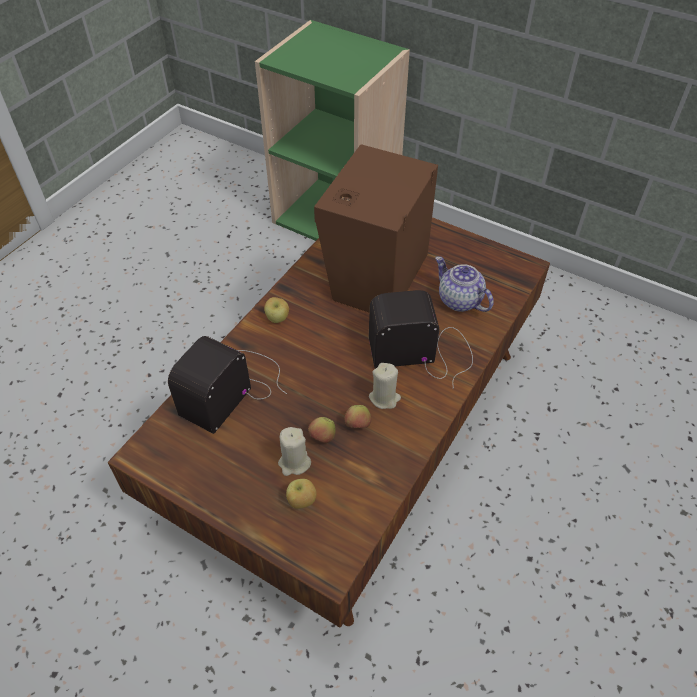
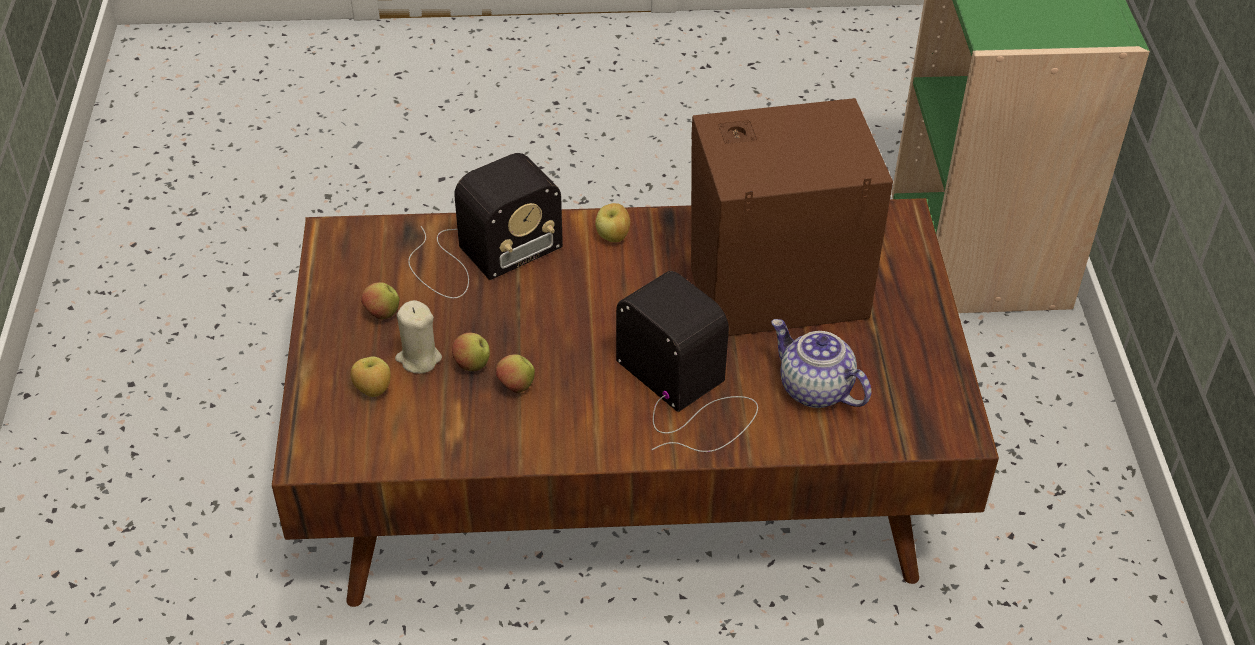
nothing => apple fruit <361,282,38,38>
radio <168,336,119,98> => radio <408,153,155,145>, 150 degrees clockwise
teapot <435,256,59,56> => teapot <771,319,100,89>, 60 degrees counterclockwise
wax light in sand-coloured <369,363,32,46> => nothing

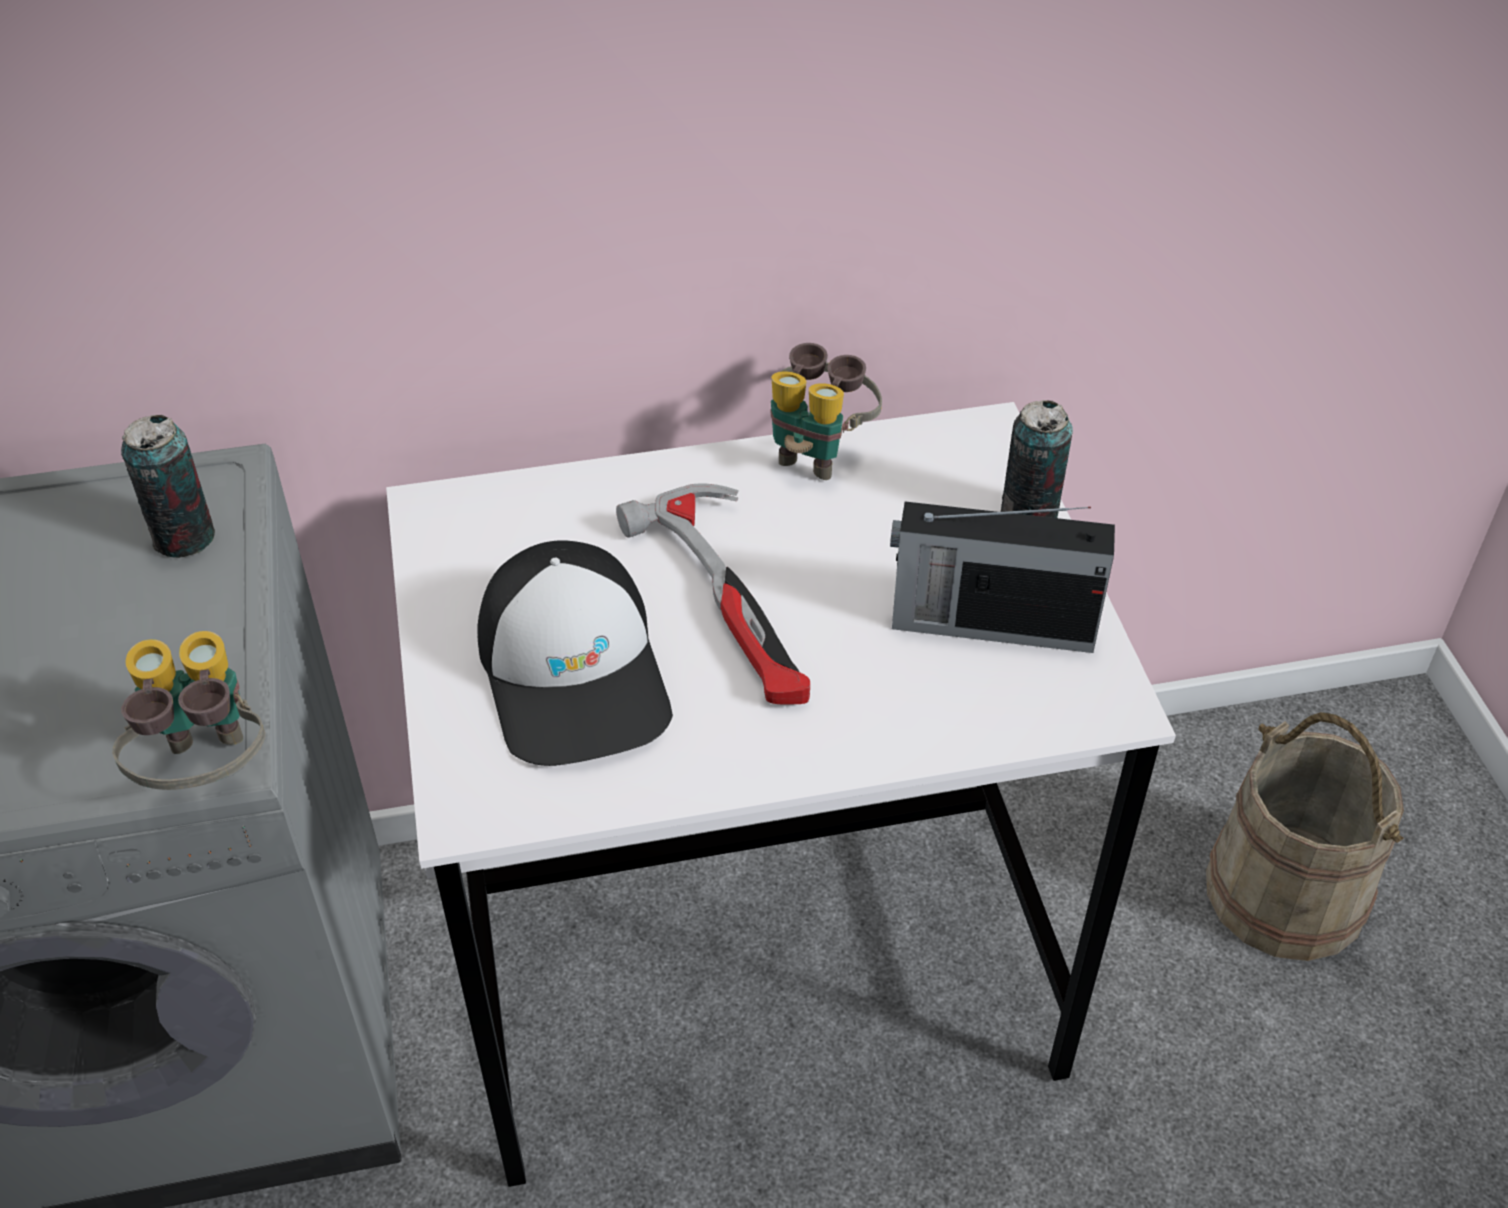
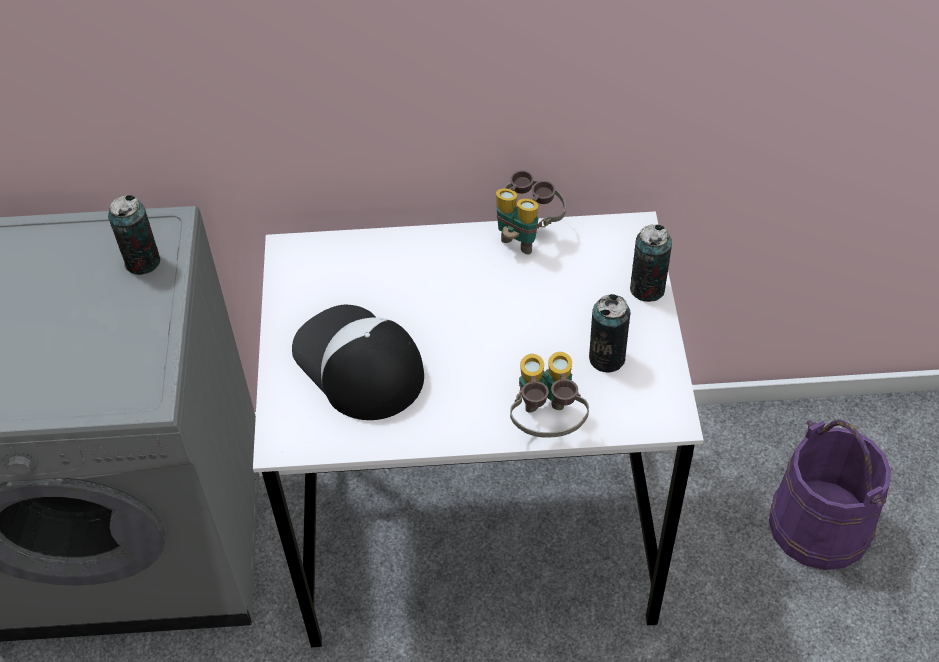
cap <477,540,196,226> => cap <292,305,132,115>, 150 degrees clockwise
field glasses <112,631,153,159> => field glasses <510,352,79,86>, shifted
radio <890,502,225,151> => sealed can <589,294,42,79>
water bucket in sand-coloured <1206,712,198,249> => water bucket in purplish <769,420,122,150>
hammer <616,484,194,221> => nothing

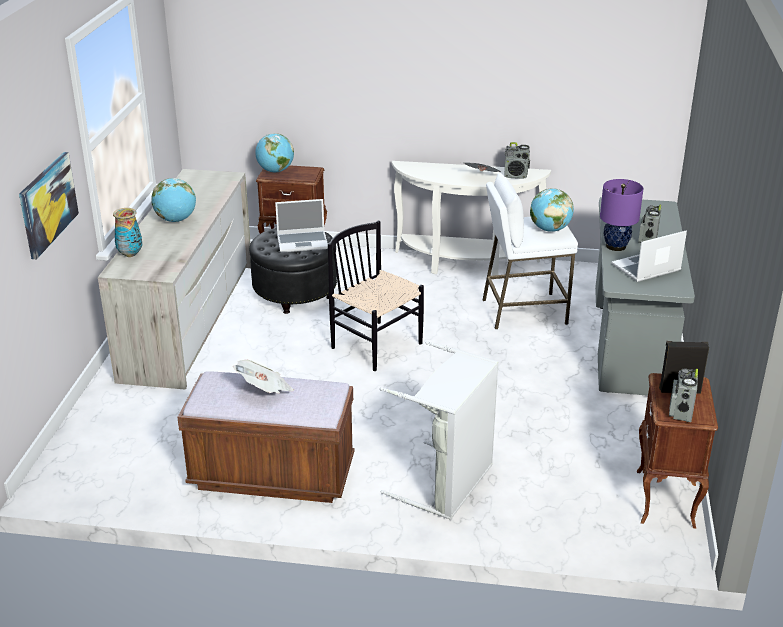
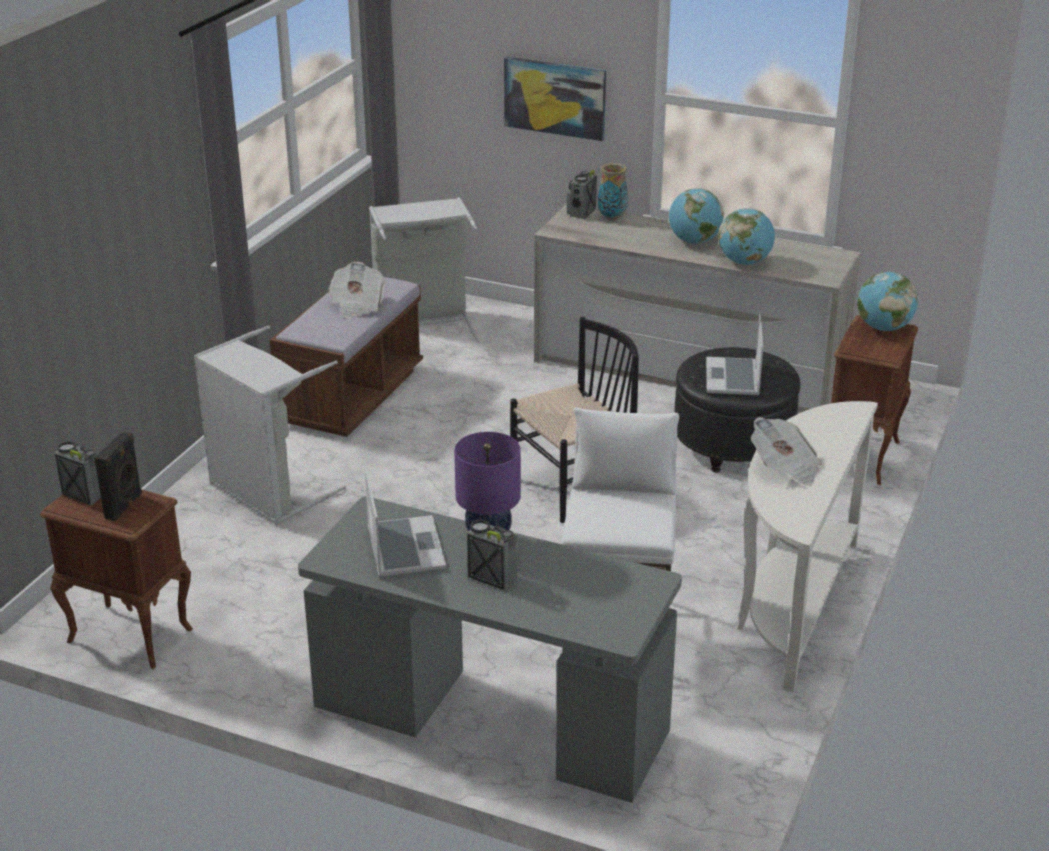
nothing => laundry basket in gray <369,197,111,145>
radio <504,142,26,37> => radio <567,170,30,49>, shifted
globe <530,188,44,44> => globe <718,208,57,57>, shifted

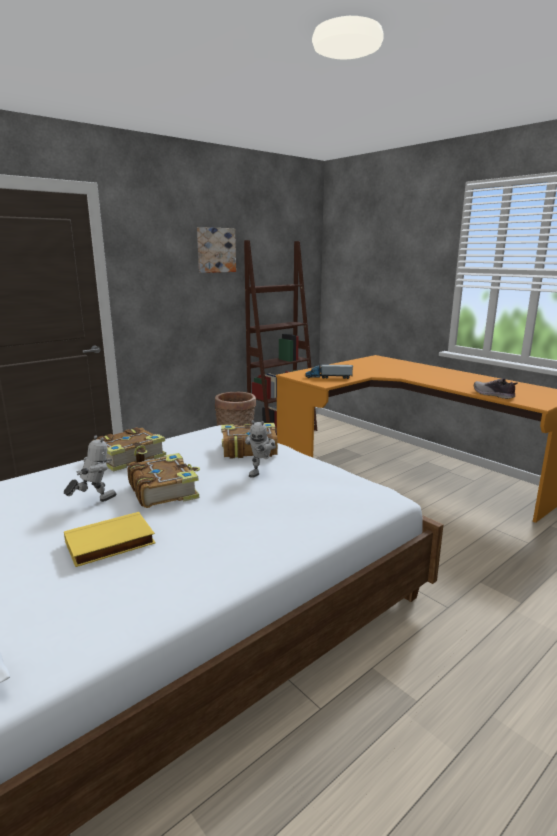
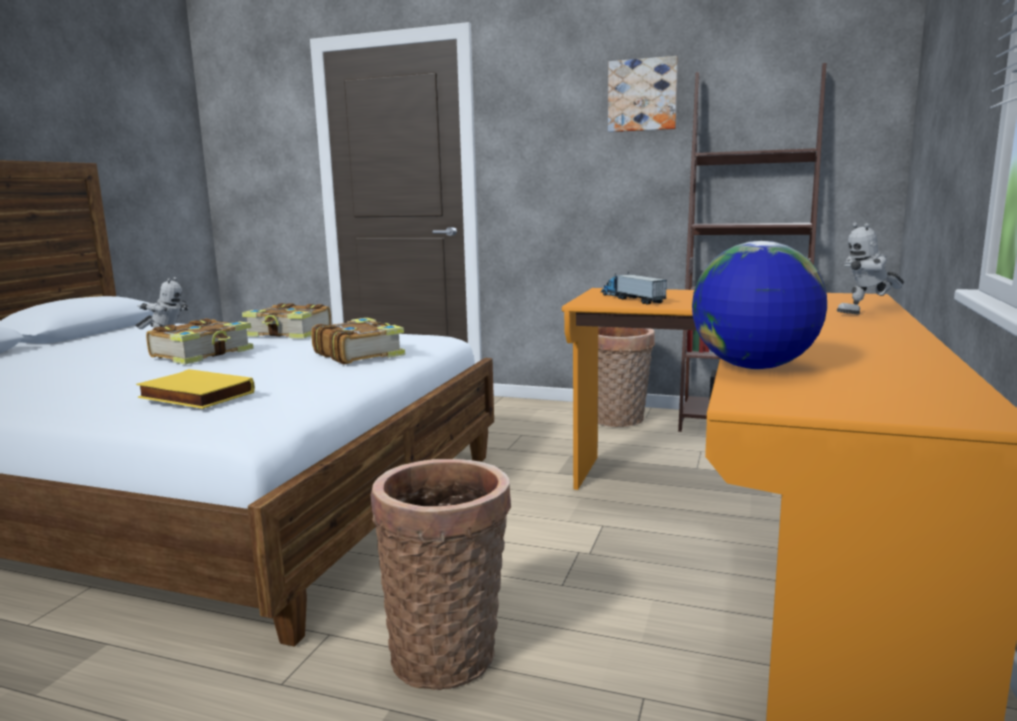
book in yellow-coloured <64,512,92,55> => book in yellow-coloured <136,369,119,40>, shifted
nothing => storage basket <370,459,141,231>
low shoe <474,378,44,21> => globe <692,241,135,128>
robot figure <245,420,31,58> => robot figure <837,223,67,92>, shifted

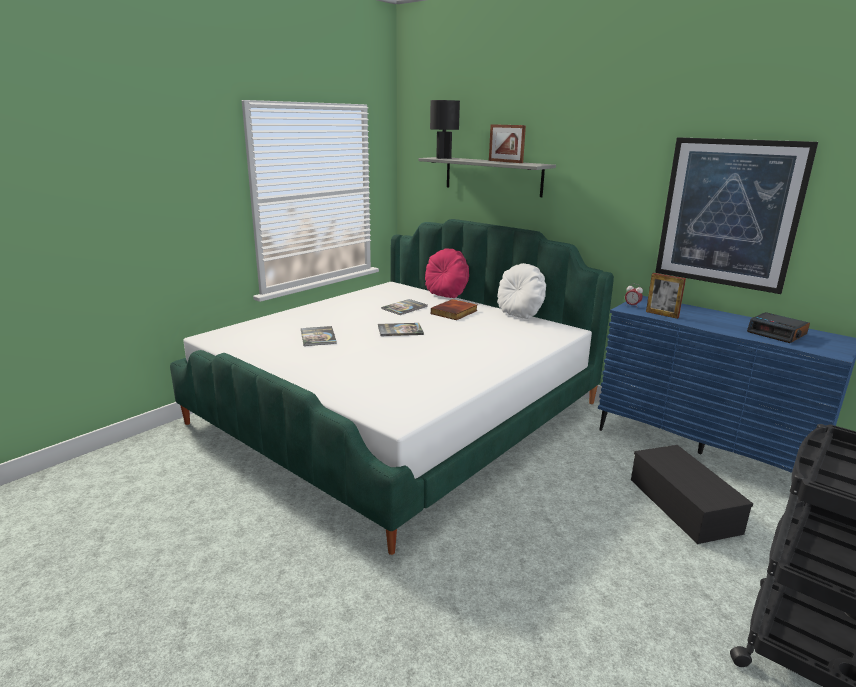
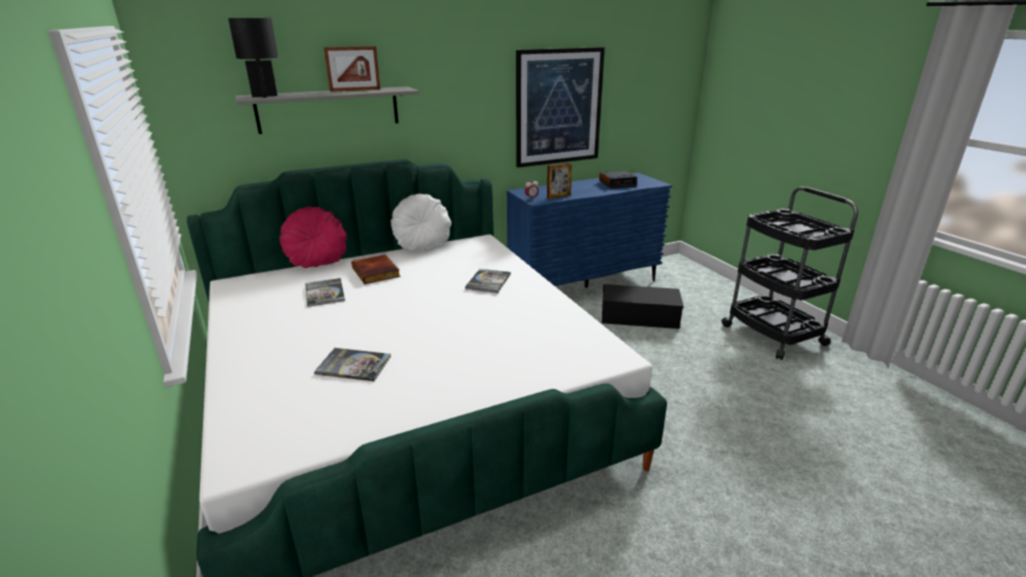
book <378,323,46,13> => book <465,269,46,24>, shifted

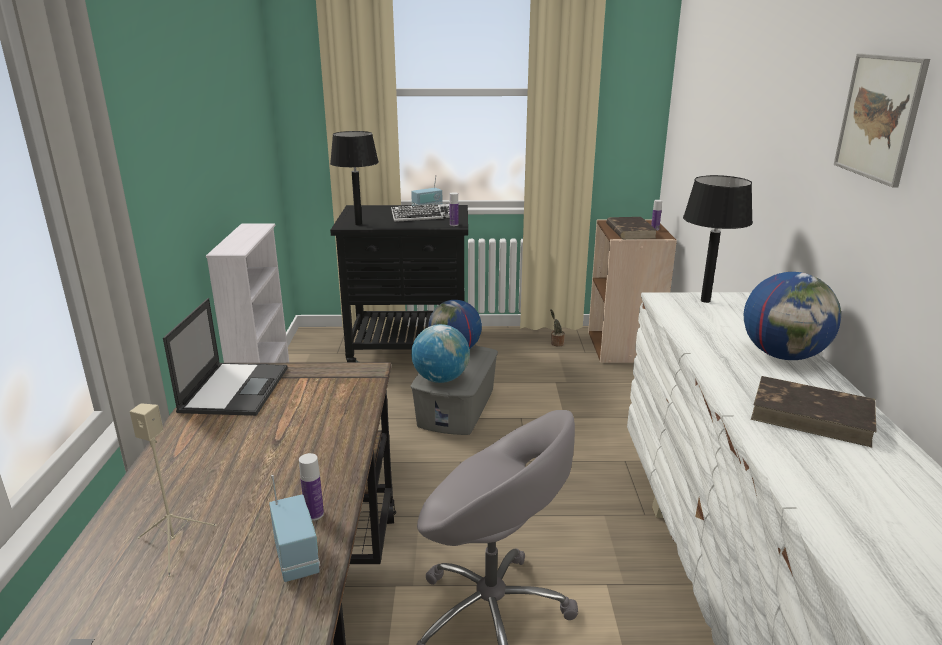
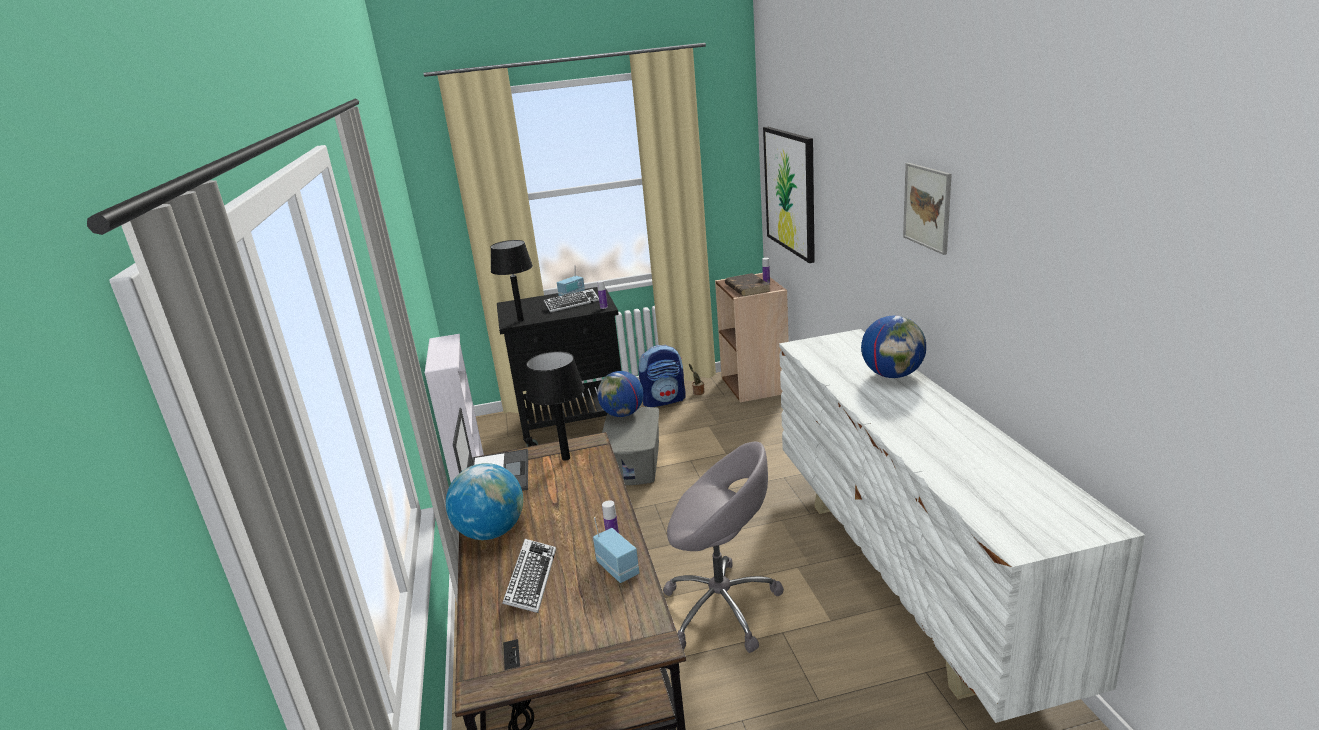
globe <411,324,59,59> => globe <446,463,77,77>, shifted
speaker in sand-coloured <130,403,87,174> => PC keyboard <502,539,54,74>
tabletop lamp in black-coloured <683,175,70,128> => tabletop lamp in black-coloured <526,351,58,109>, shifted
nothing => knapsack <638,345,47,62>
nothing => wall art <763,127,52,136>
book in brown <751,376,126,71> => nothing

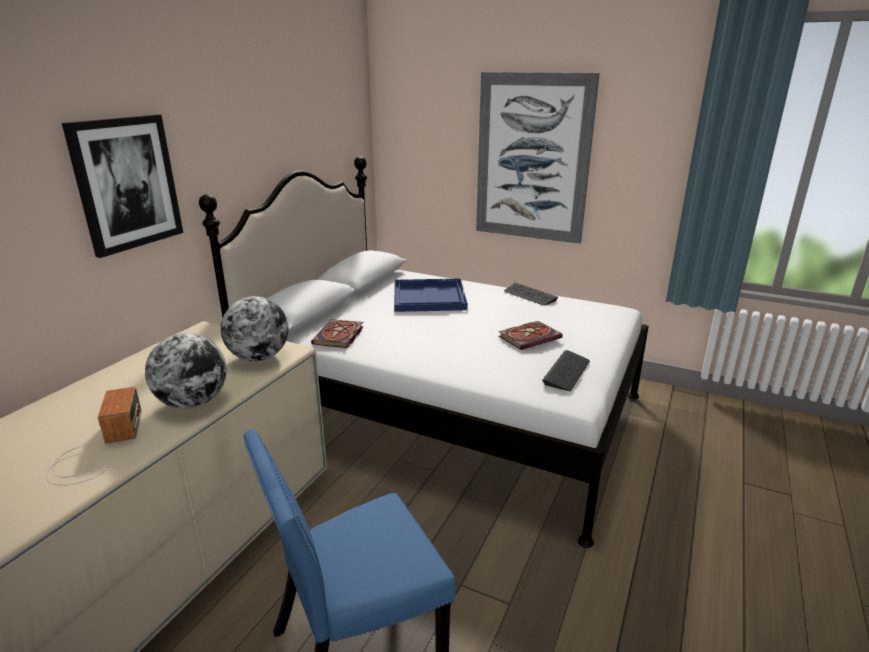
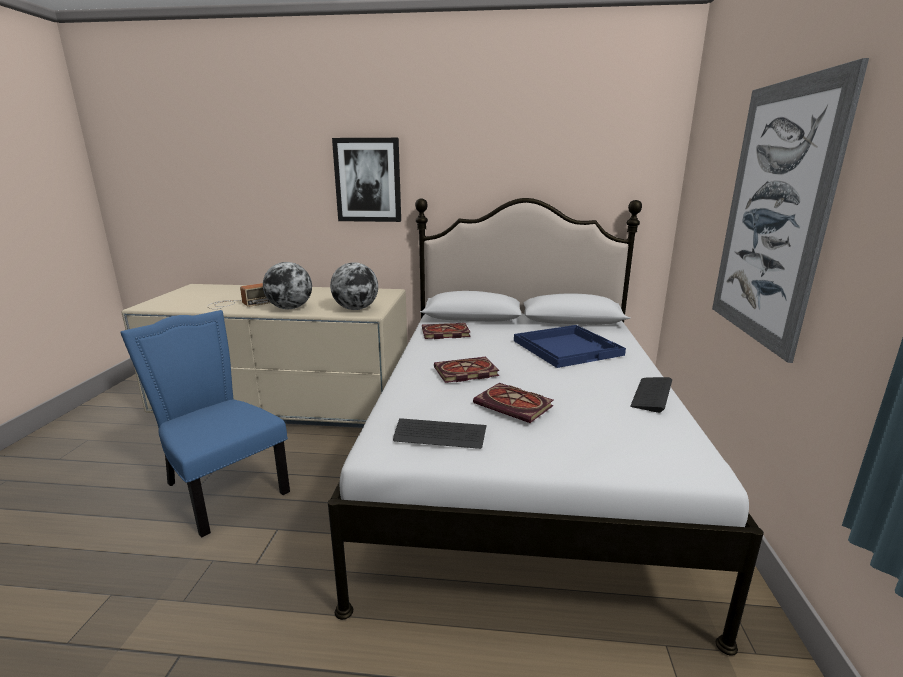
nothing => book <434,357,66,26>

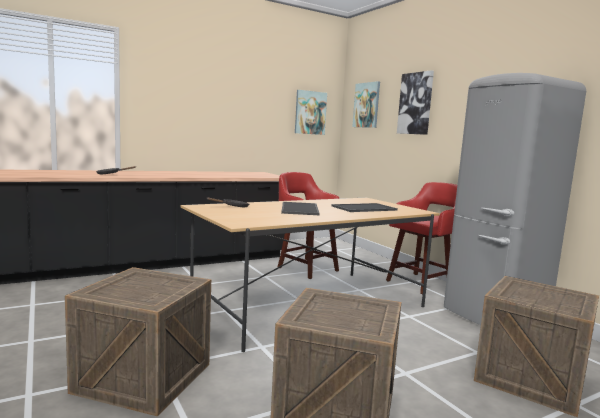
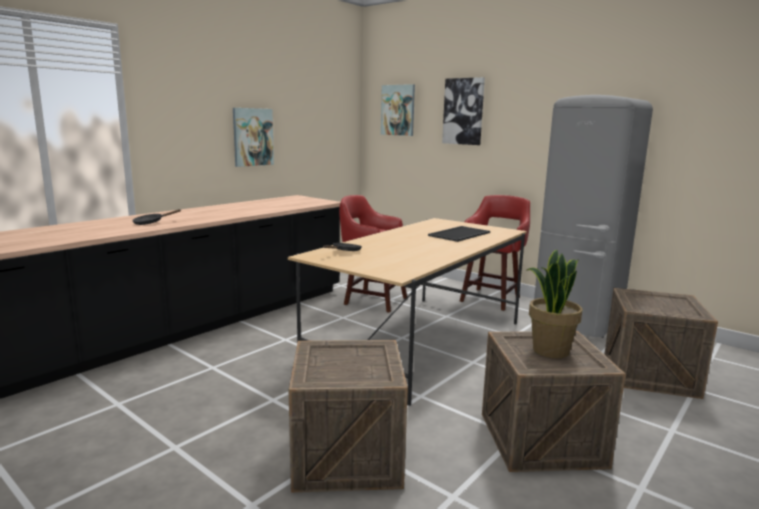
wall art <295,90,32,45> => wall art <233,108,41,59>, shifted
nothing => houseplant <527,250,56,108>
serving tray <281,202,39,13> => nothing

